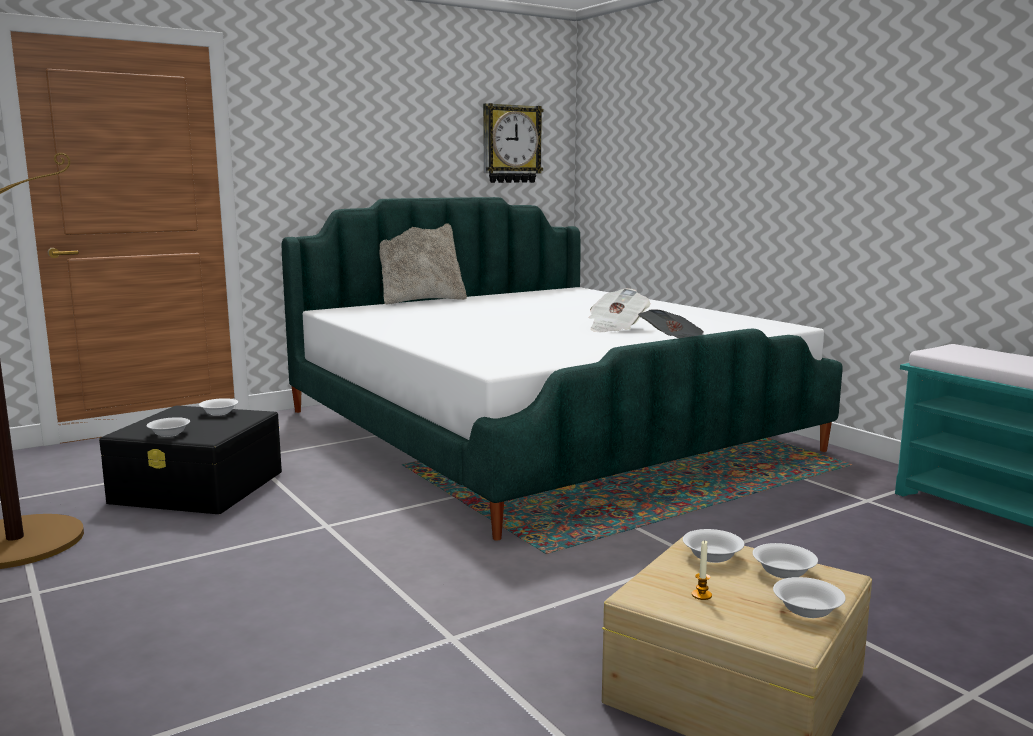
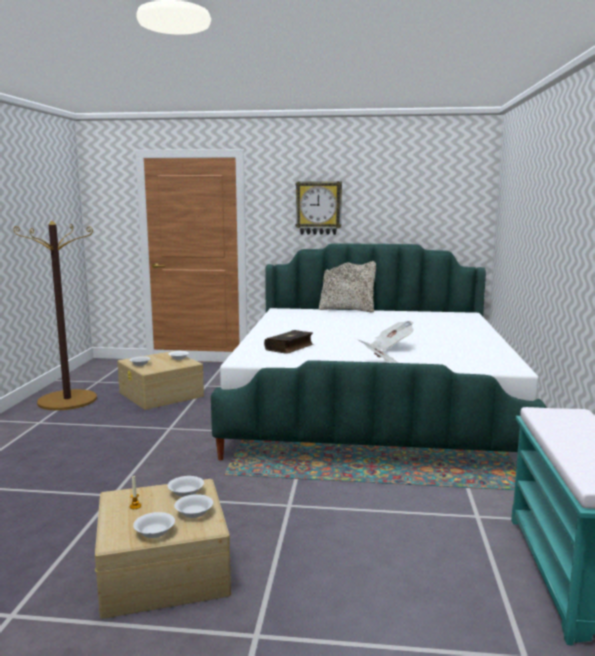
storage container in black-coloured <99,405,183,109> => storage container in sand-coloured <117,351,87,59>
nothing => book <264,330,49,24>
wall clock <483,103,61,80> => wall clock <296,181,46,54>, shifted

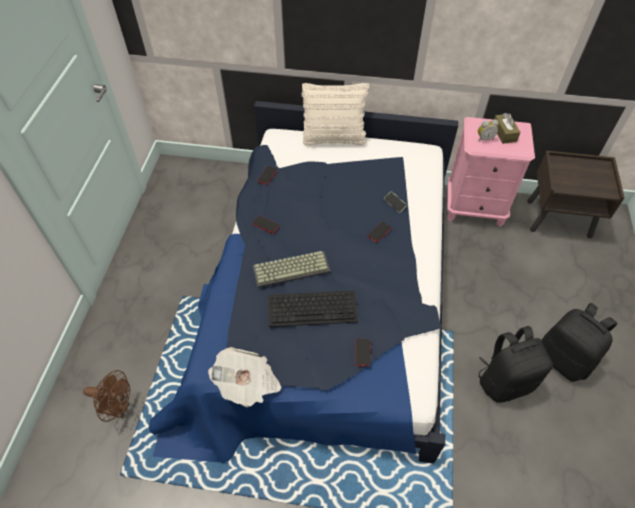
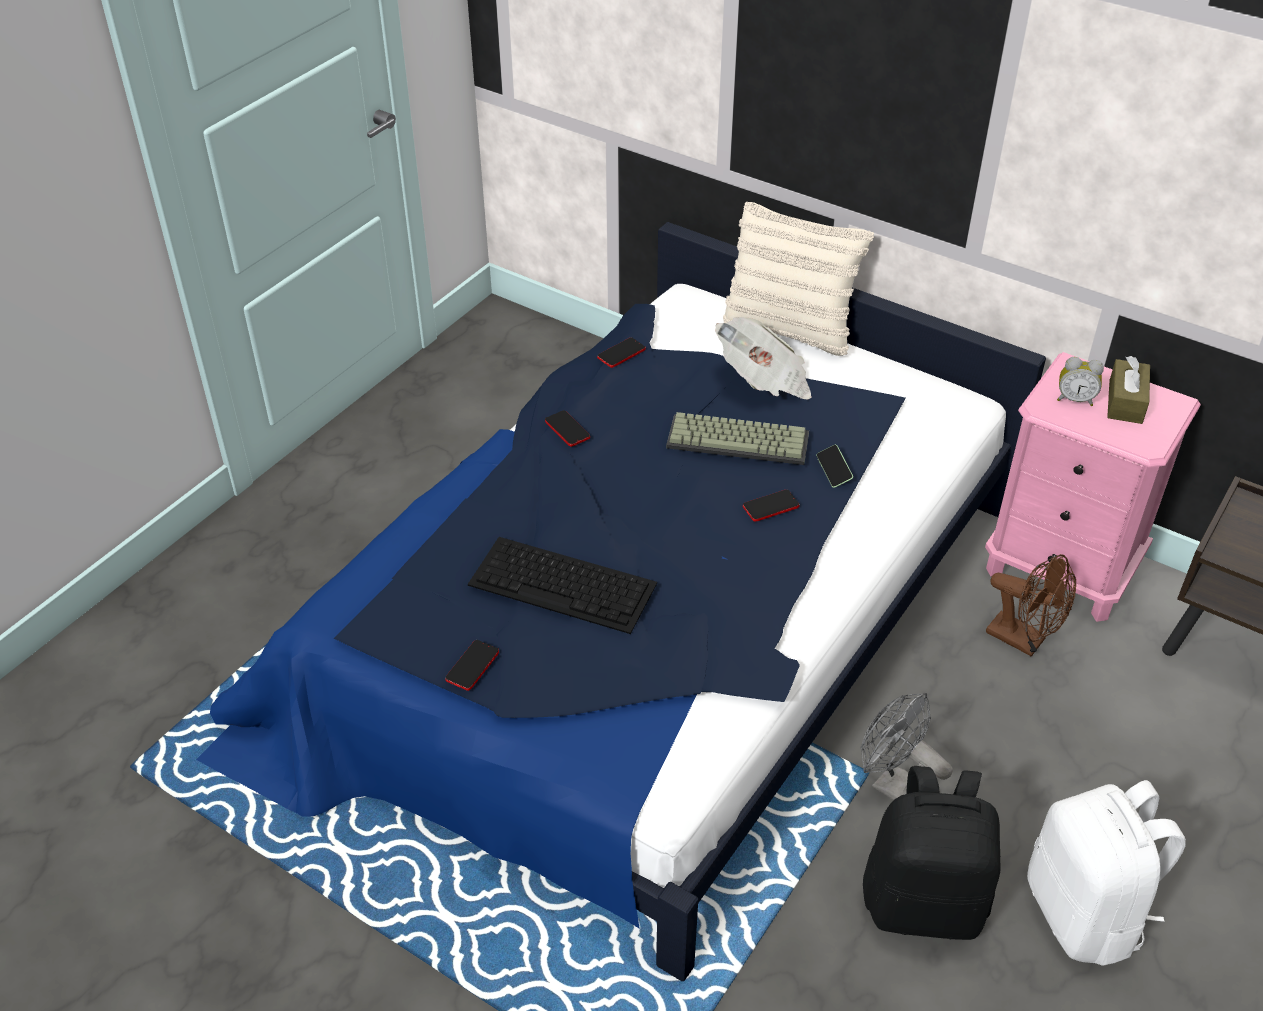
telephone <355,338,16,28> => telephone <445,640,54,51>, shifted
PC keyboard <253,251,77,37> => PC keyboard <666,412,143,53>, shifted
daily paper <208,347,73,60> => daily paper <715,317,97,82>, shifted
nothing => cooling fan in gray <861,693,92,107>
cooling fan in brown <83,370,47,52> => cooling fan in brown <986,554,90,102>, shifted
knapsack in black-coloured <541,303,76,79> => knapsack in white-coloured <1027,780,159,186>

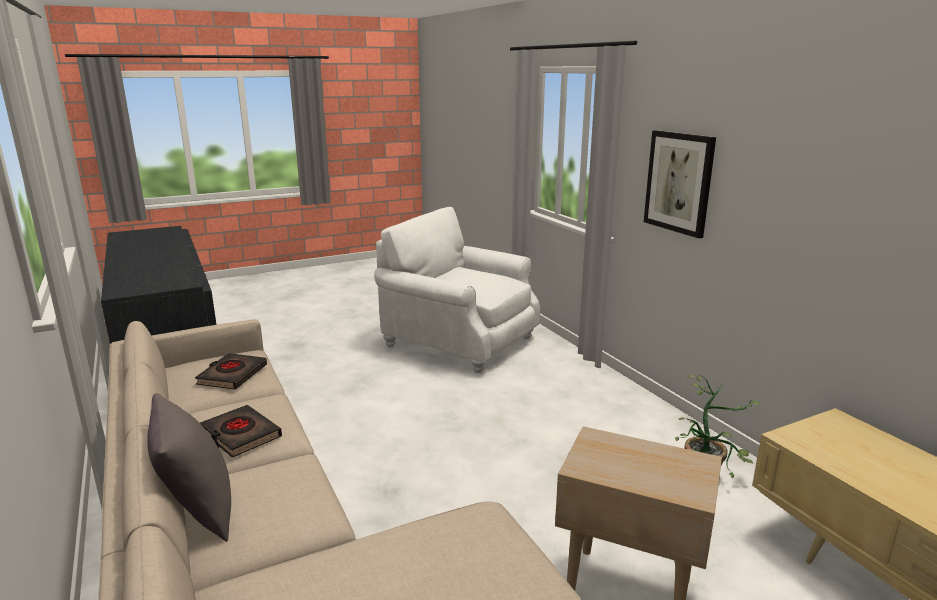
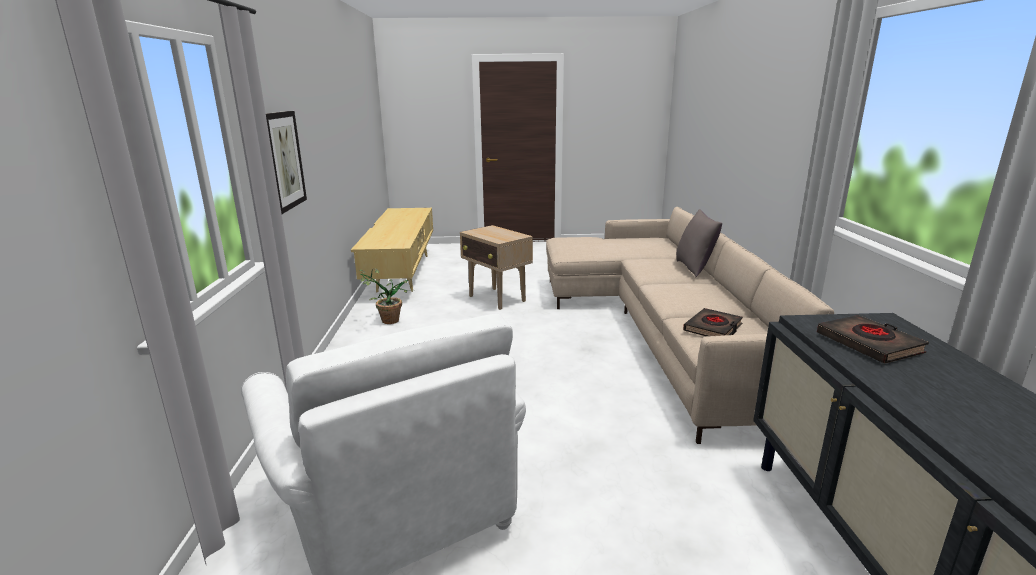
book in black-coloured <200,405,82,53> => book in black-coloured <817,315,112,49>, shifted

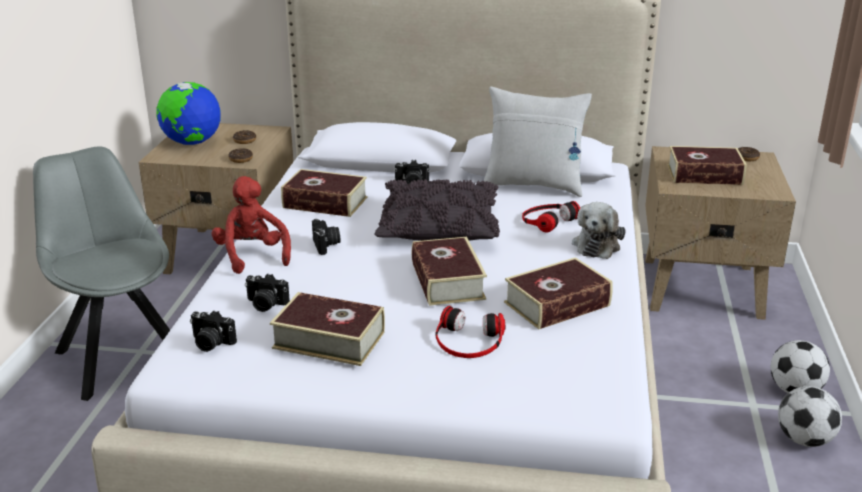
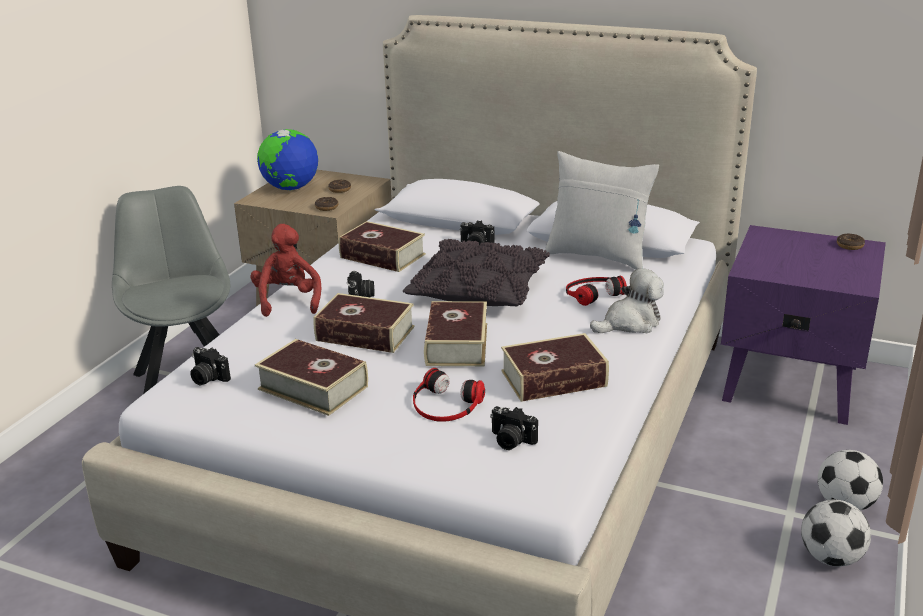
book <667,146,80,39> => book <313,293,102,60>, shifted
photo camera <245,274,45,38> => photo camera <490,406,48,44>, shifted
plush toy <572,202,54,57> => plush toy <590,268,74,65>, 150 degrees counterclockwise
night table in sand-coloured <645,146,151,174> => night table in purplish <721,225,165,200>

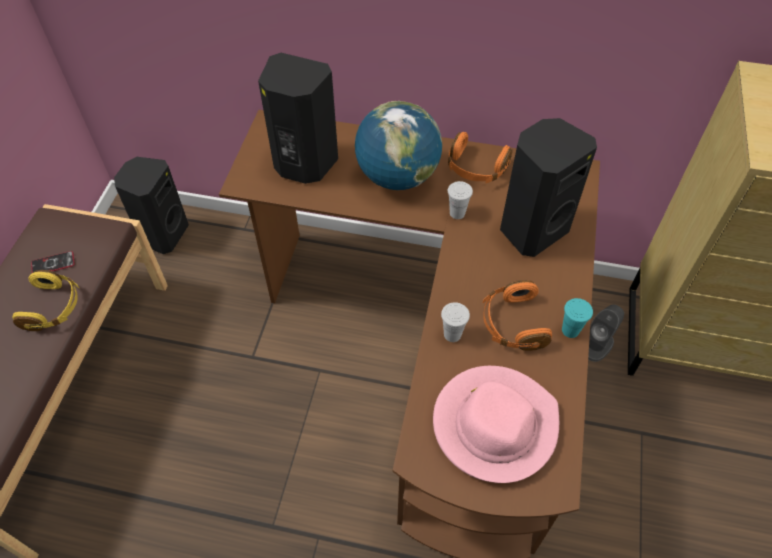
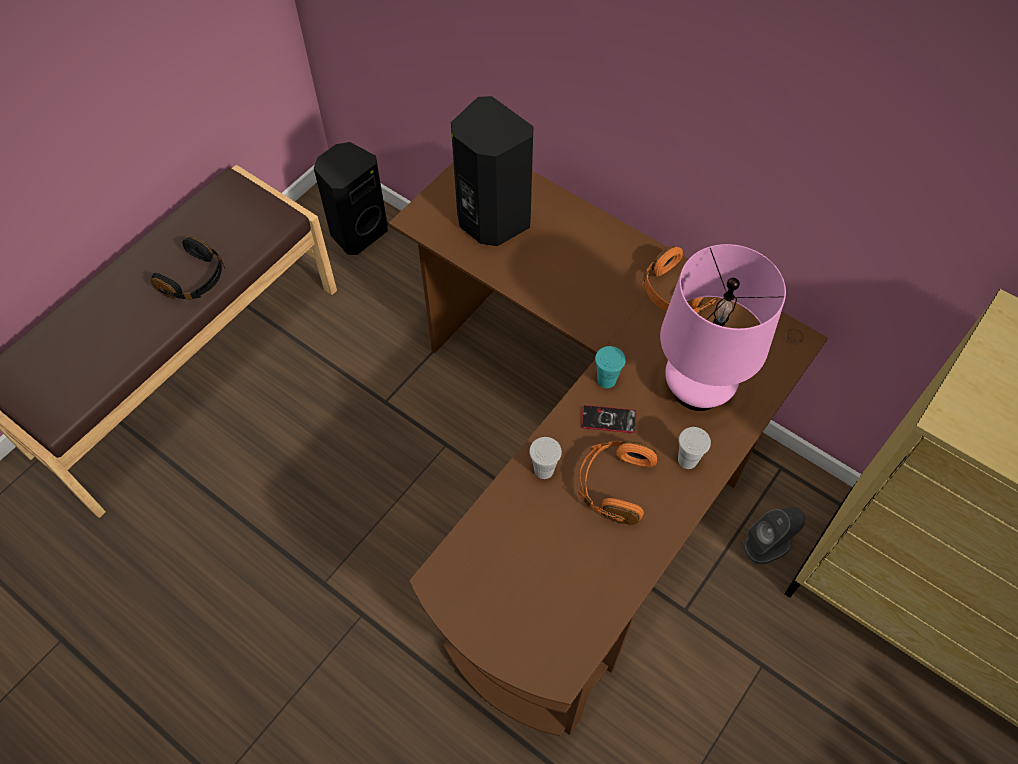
headset in yellow-coloured <13,270,66,61> => headset in black-coloured <151,236,74,64>
telephone <31,251,44,22> => telephone <581,405,55,28>, shifted
cup in turquoise-coloured <562,298,31,40> => cup in turquoise-coloured <595,346,31,42>, shifted
speaker in black-coloured <500,118,97,139> => tabletop lamp in pink-coloured <660,244,126,167>
cup in white-coloured <448,181,25,38> => cup in white-coloured <678,427,33,42>, shifted
globe <355,101,87,89> => nothing
wearable hat in pink-coloured <433,366,126,117> => nothing

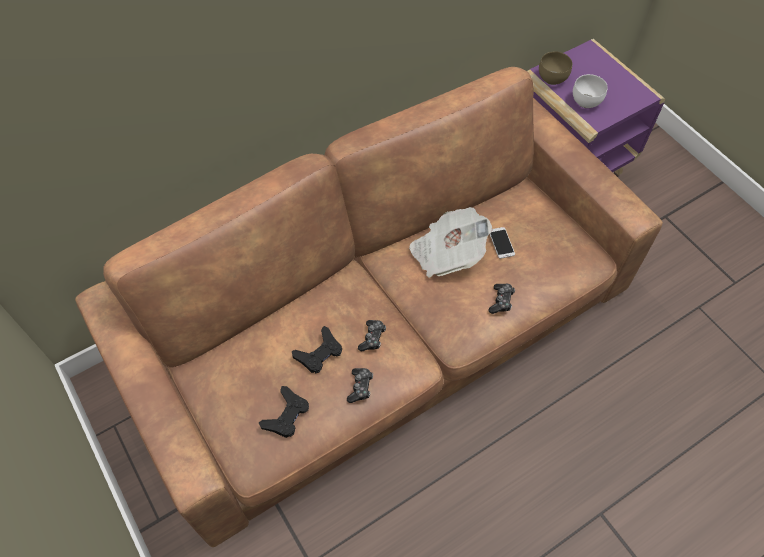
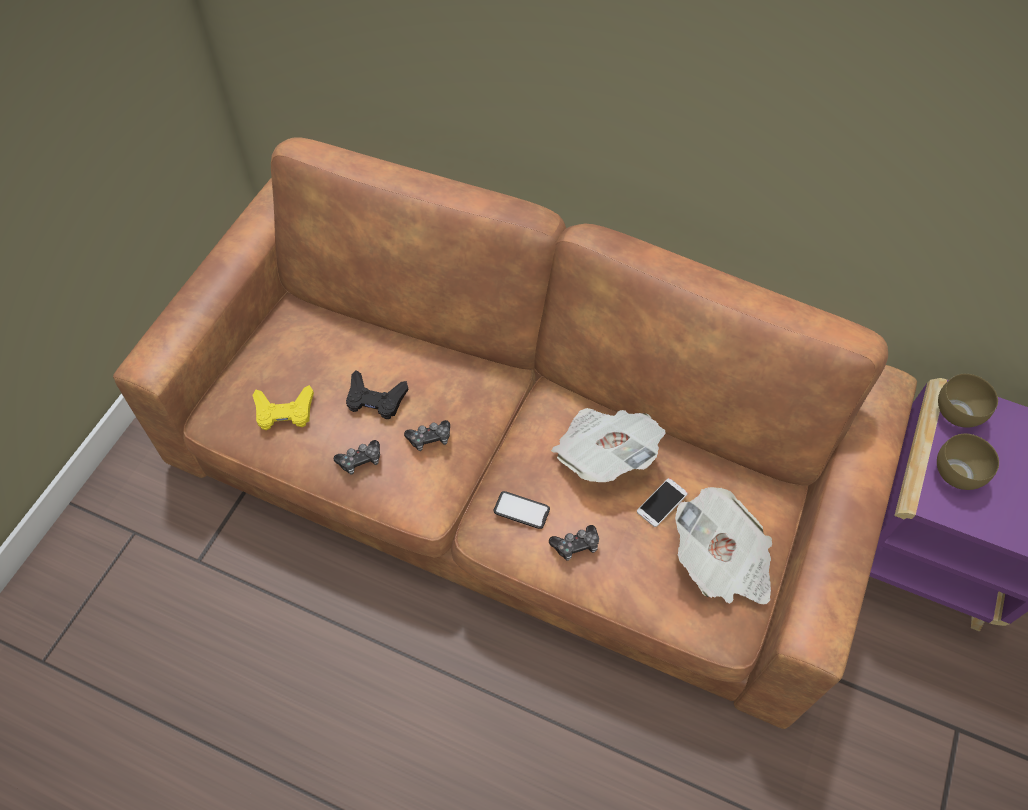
gamepad in black-coloured <259,386,50,52> => gamepad in yellow-coloured <252,385,62,45>
nothing => telephone <494,491,56,38>
nothing => daily paper <675,487,97,118>
deep dish in white-coloured <573,74,35,34> => deep dish in brown <937,434,62,56>

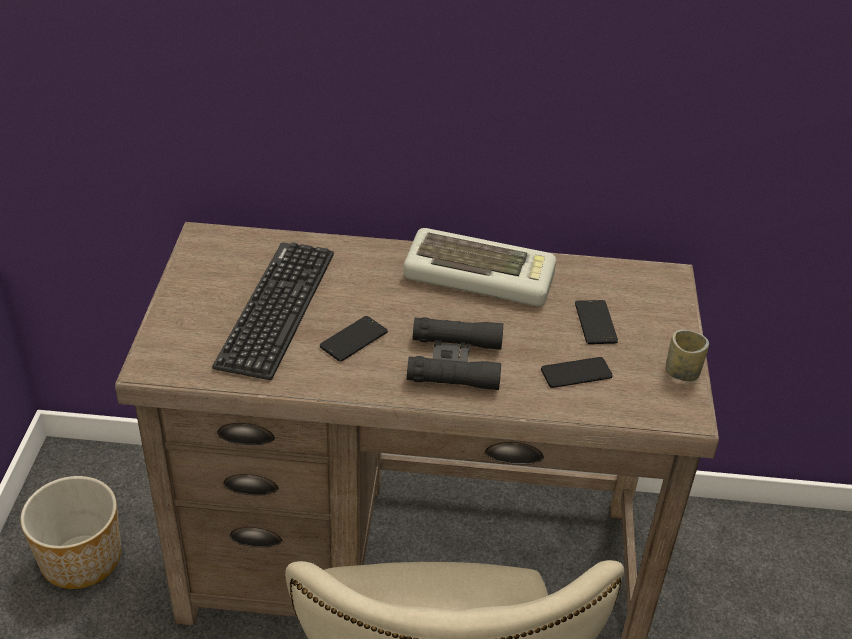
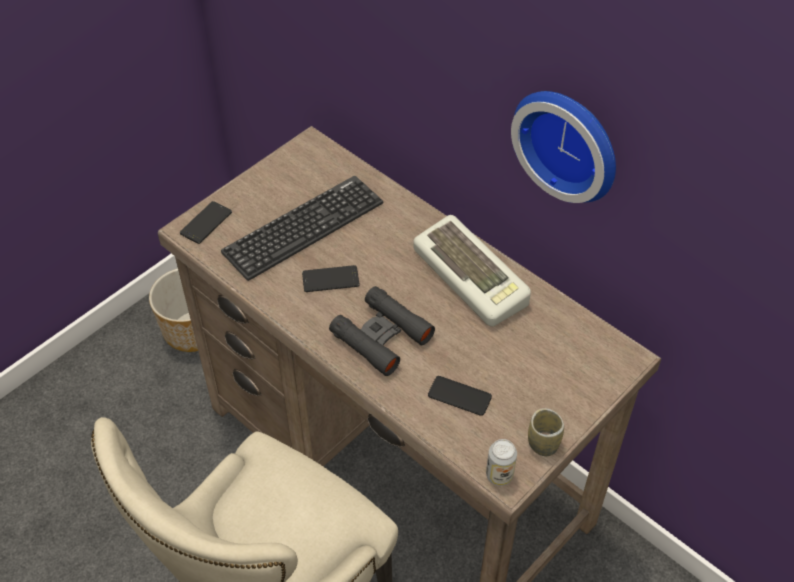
telephone <575,300,43,44> => telephone <180,201,52,43>, shifted
nothing => sealed can <486,439,31,47>
nothing => wall clock <511,91,105,112>

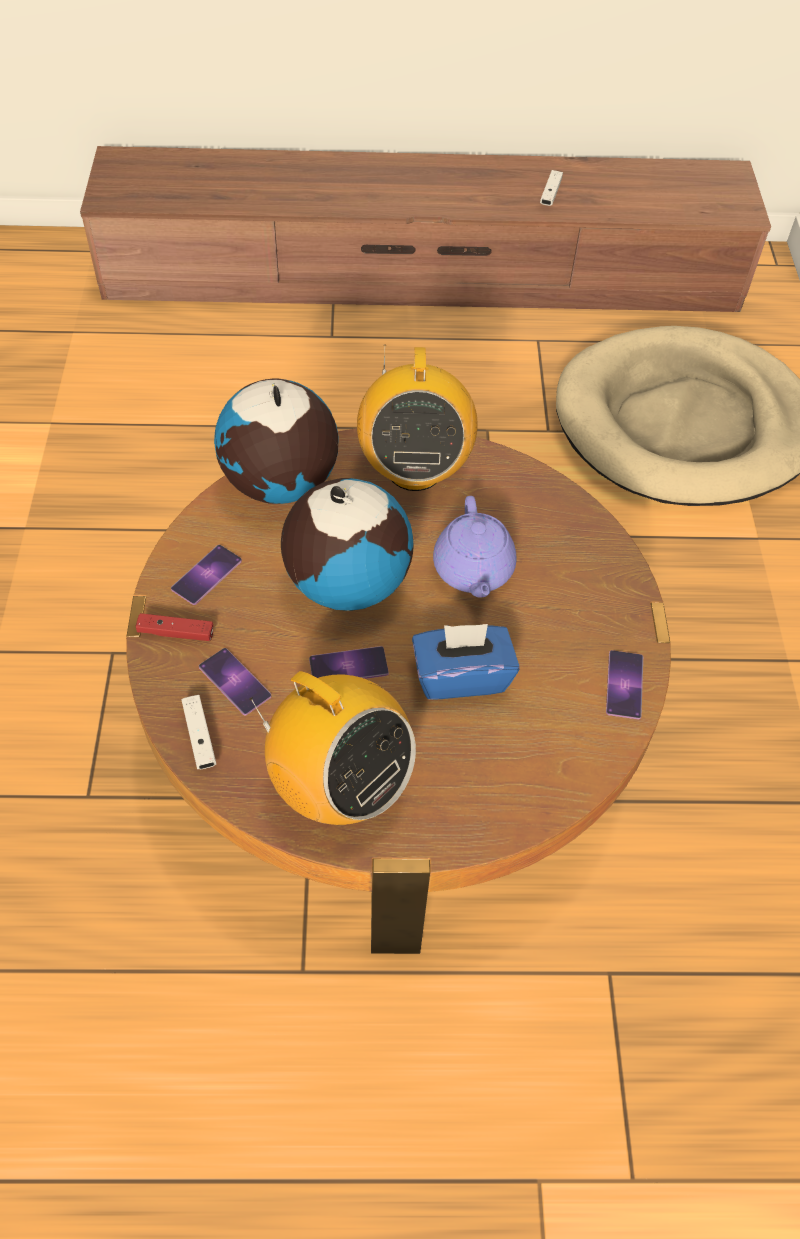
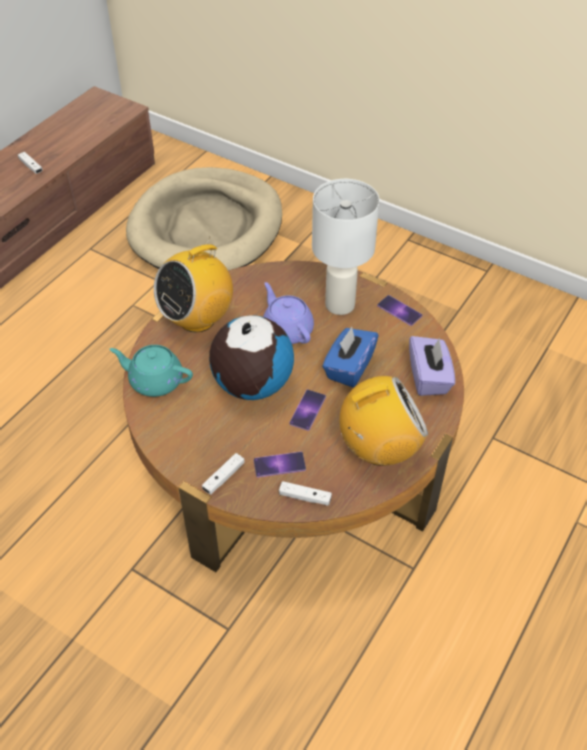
globe <214,379,125,125> => teapot in turquoise-coloured <109,345,84,52>
radio <357,345,121,146> => radio <154,237,79,96>, 105 degrees clockwise
gamepad in red <136,613,77,28> => gamepad in white-coloured <202,453,43,41>
teapot in purplish <433,496,84,101> => teapot in purplish <263,282,51,62>, 150 degrees counterclockwise
nothing => tabletop lamp in white-coloured <312,179,68,136>
nothing => box of tissues in purplish <409,336,46,60>
telephone <171,544,71,61> => nothing

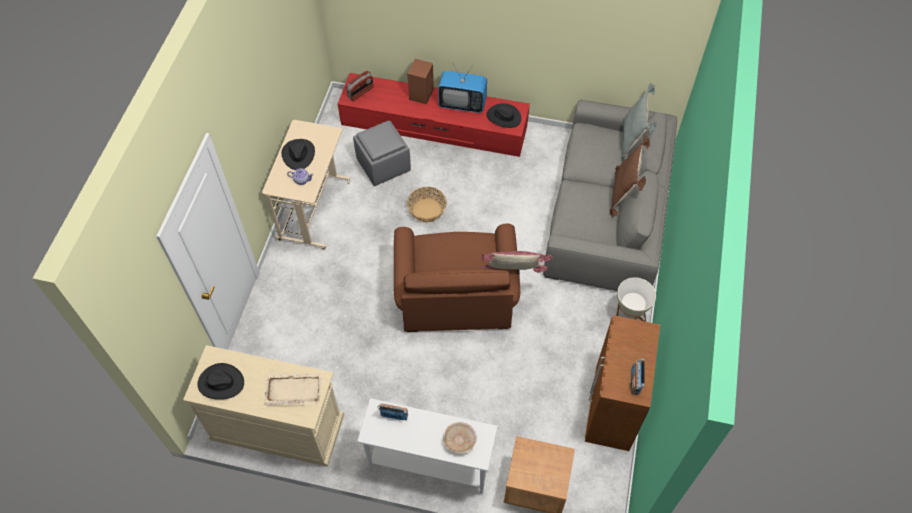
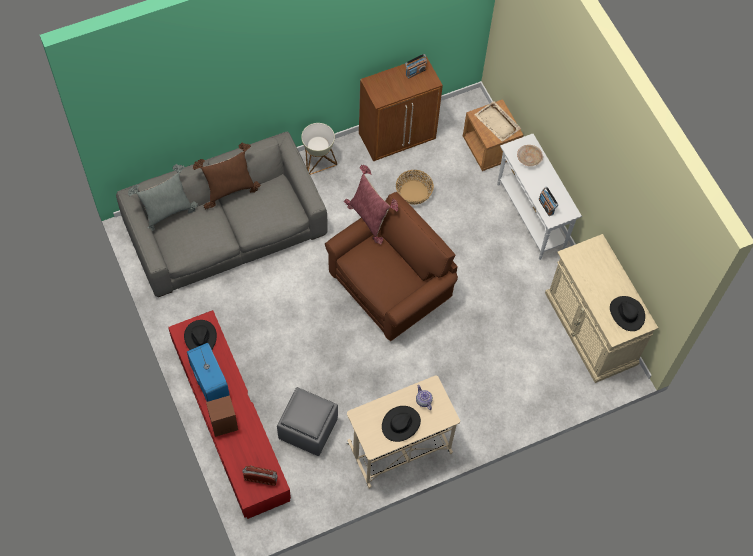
storage basket <407,187,39,35> => storage basket <396,170,38,35>, shifted
serving tray in sand-coloured <264,373,58,33> => serving tray in sand-coloured <474,101,47,41>, shifted

